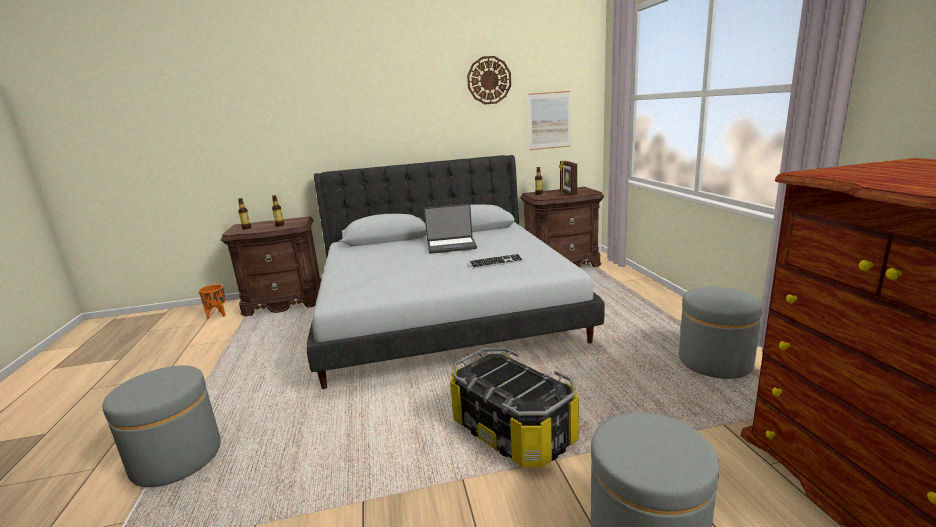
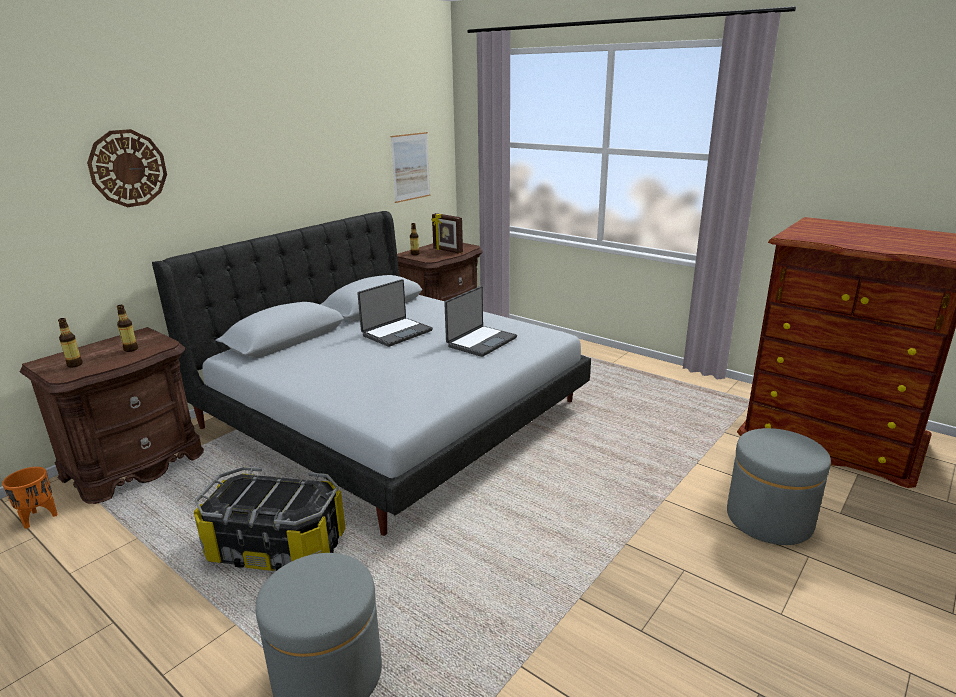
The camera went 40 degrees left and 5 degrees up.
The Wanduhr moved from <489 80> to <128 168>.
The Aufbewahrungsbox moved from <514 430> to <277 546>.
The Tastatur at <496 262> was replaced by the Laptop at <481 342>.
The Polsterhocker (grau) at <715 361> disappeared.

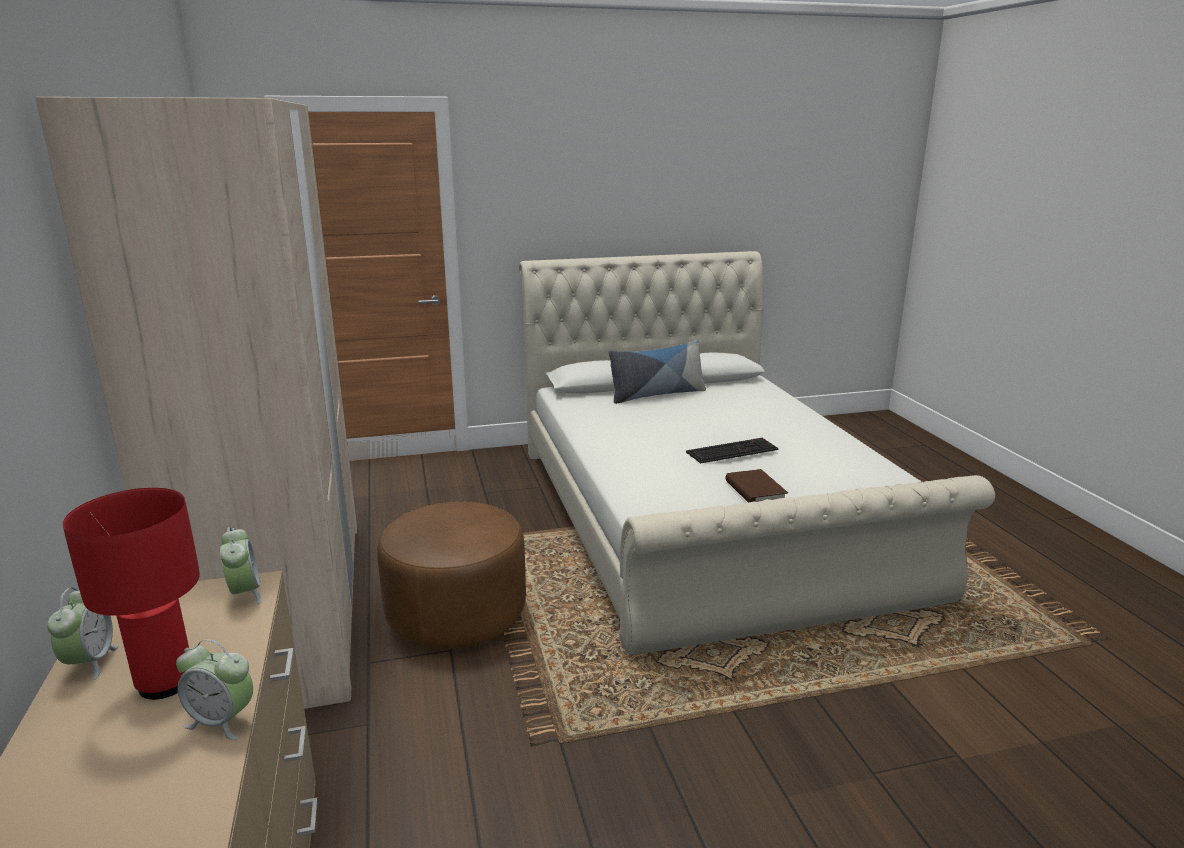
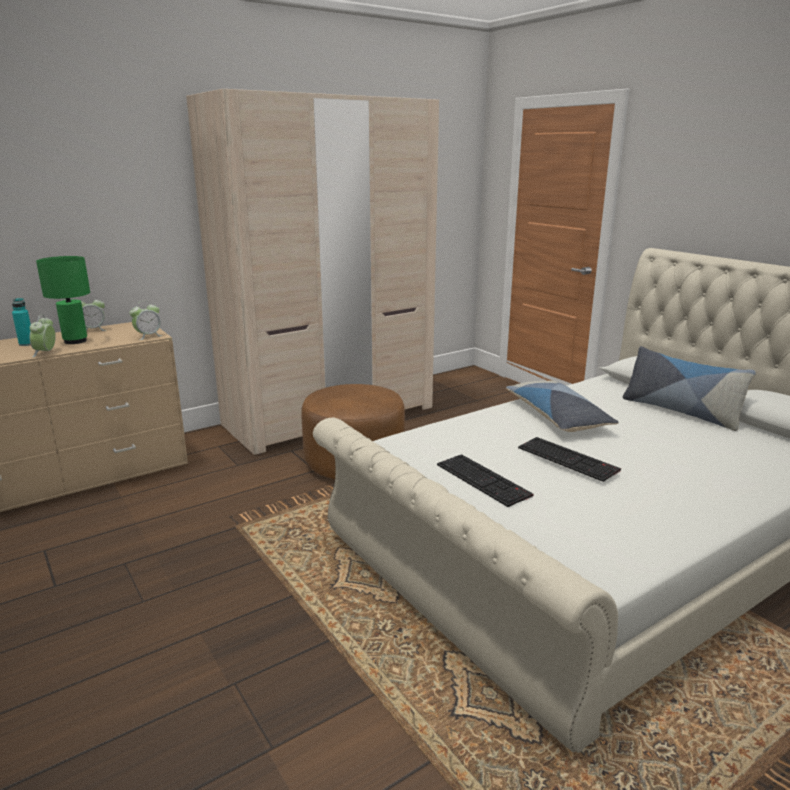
The camera went 70 degrees right and 0 degrees up.
The Flasche (türkis) at <26 344> appeared.
The Tischlampe (rot) at <166 682> became the Tischlampe (grün) at <76 341>.
The Buch (braun) at <755 491> was replaced by the Tastatur at <484 480>.
The Kissen at <557 416> appeared.

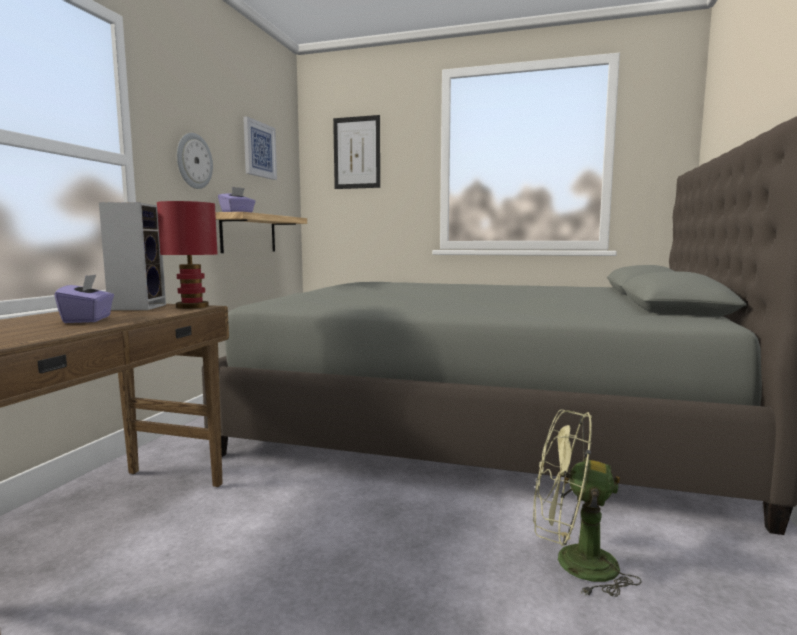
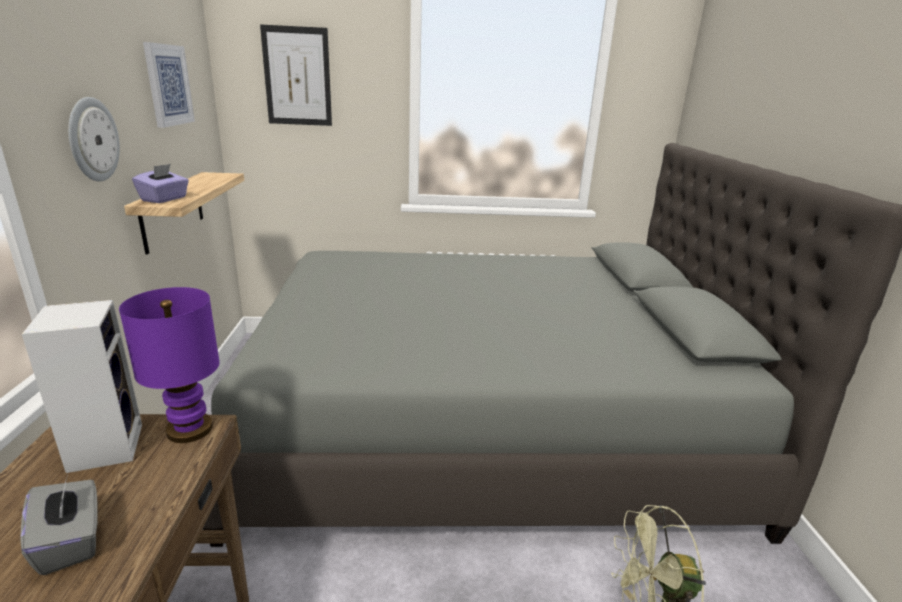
The camera went 20 degrees left and 15 degrees up.
The Taschentuchbox (lila) at <88 319> became the Taschentuchbox (grau) at <71 541>.
The Tischlampe (rot) at <191 306> became the Tischlampe (lila) at <188 430>.

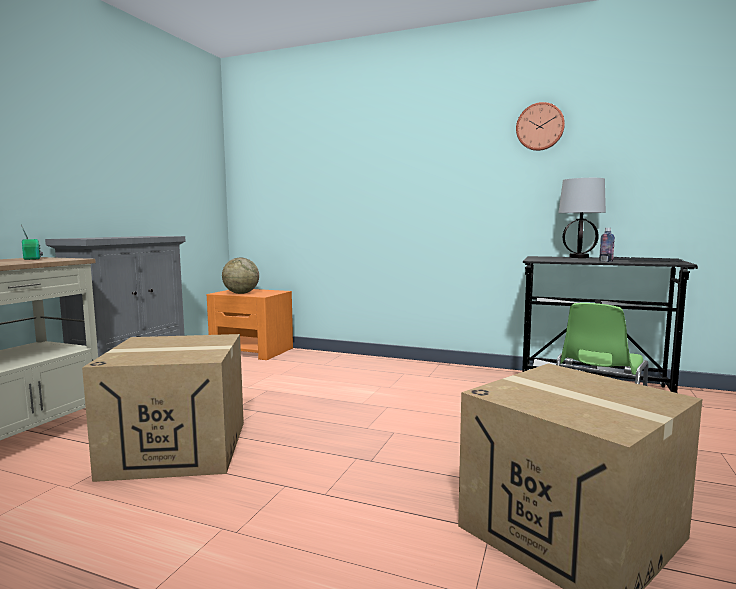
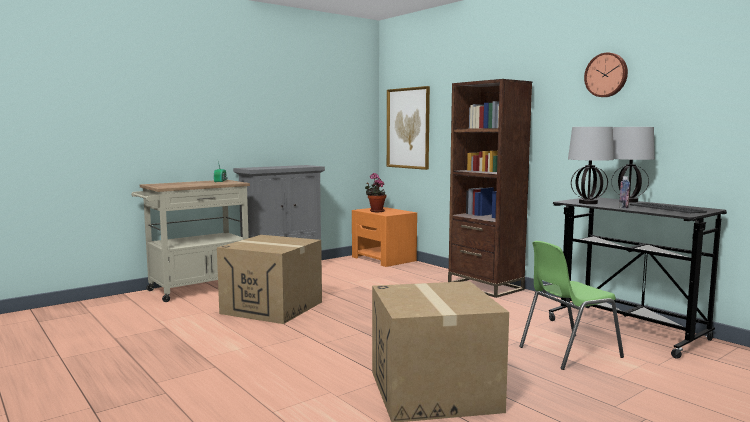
The camera went 30 degrees right and 0 degrees up.
The Globus at <241 293> was replaced by the Topfpflanze at <375 211>.
The Bild at <408 128> appeared.
The Bücherregal (braun) at <485 286> appeared.
The Tischlampe at <588 203> appeared.

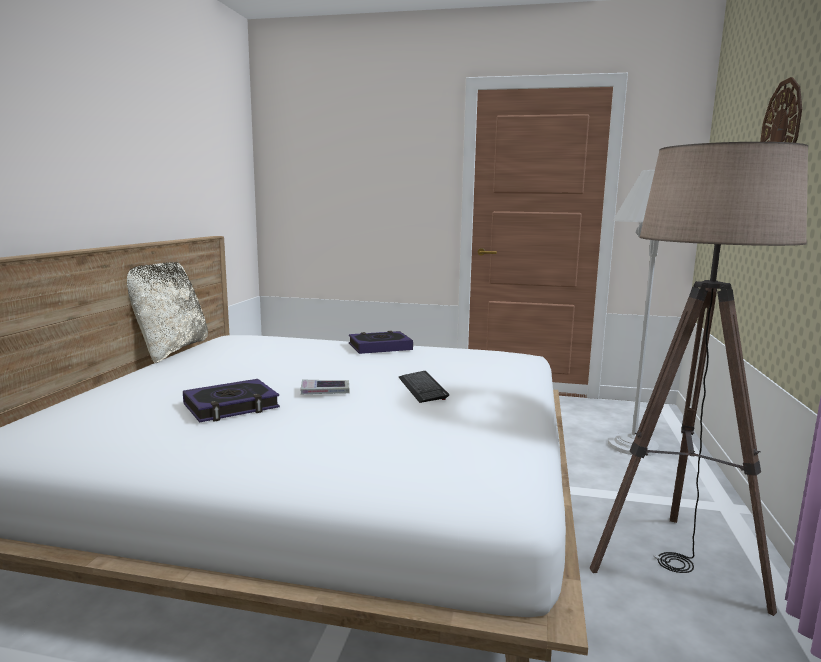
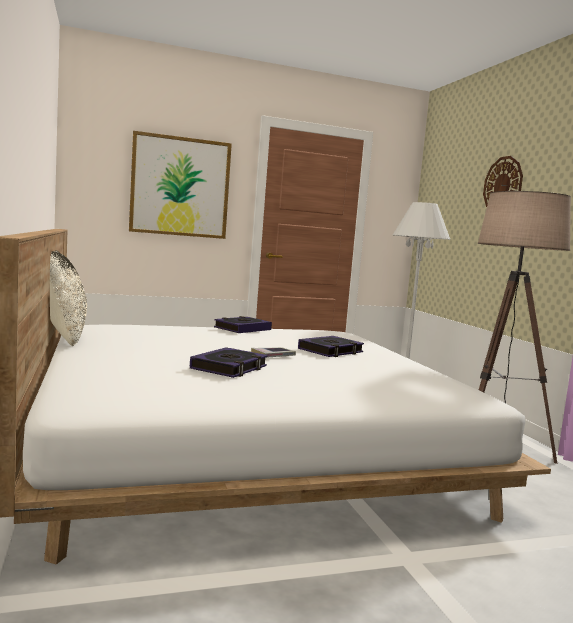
The camera went 30 degrees left and 5 degrees down.
The Bild at <180 187> appeared.
The Tastatur at <422 388> was replaced by the Buch at <330 351>.

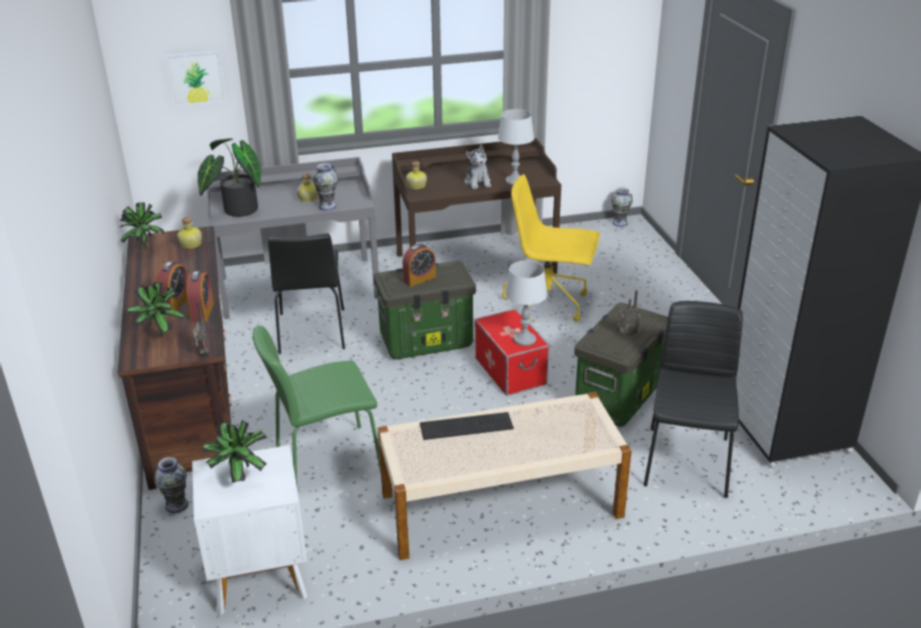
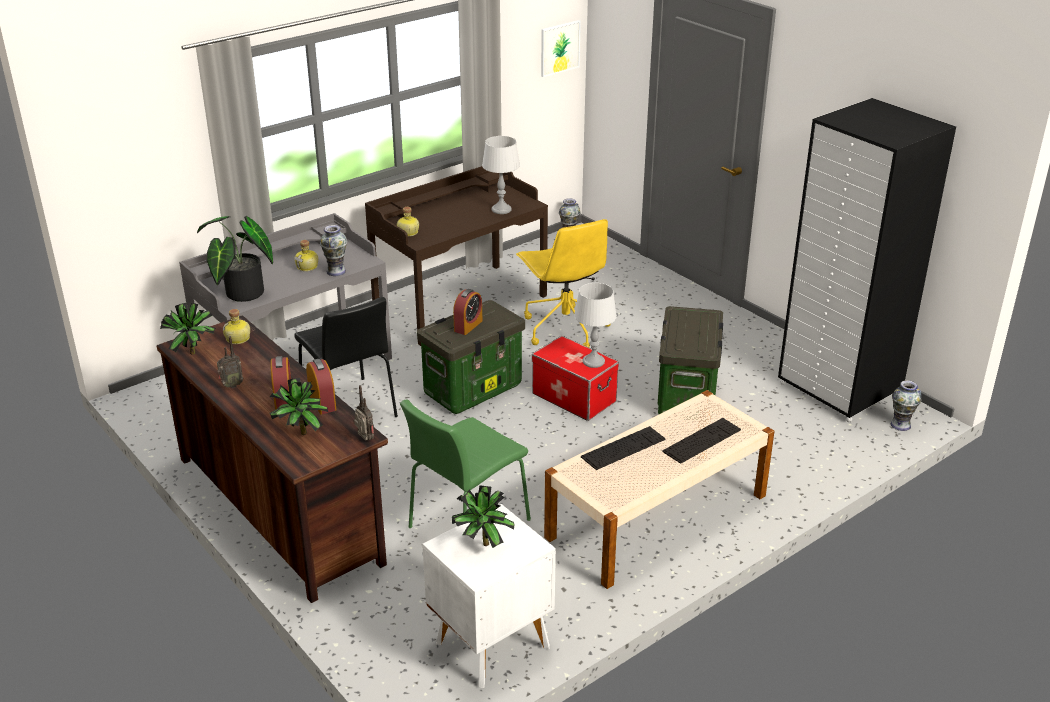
The camera went 25 degrees left and 0 degrees up.
The Radio moved from <626 333> to <231 385>.
The Bürostuhl (gelb) at <550 304> turned 105 degrees counterclockwise.
The Bild moved from <196 78> to <559 48>.
The Tastatur at <702 440> appeared.
The Vase moved from <177 505> to <900 425>.
The Plüschtier at <478 182> disappeared.
The Stuhl (schwarz) at <686 459> disappeared.

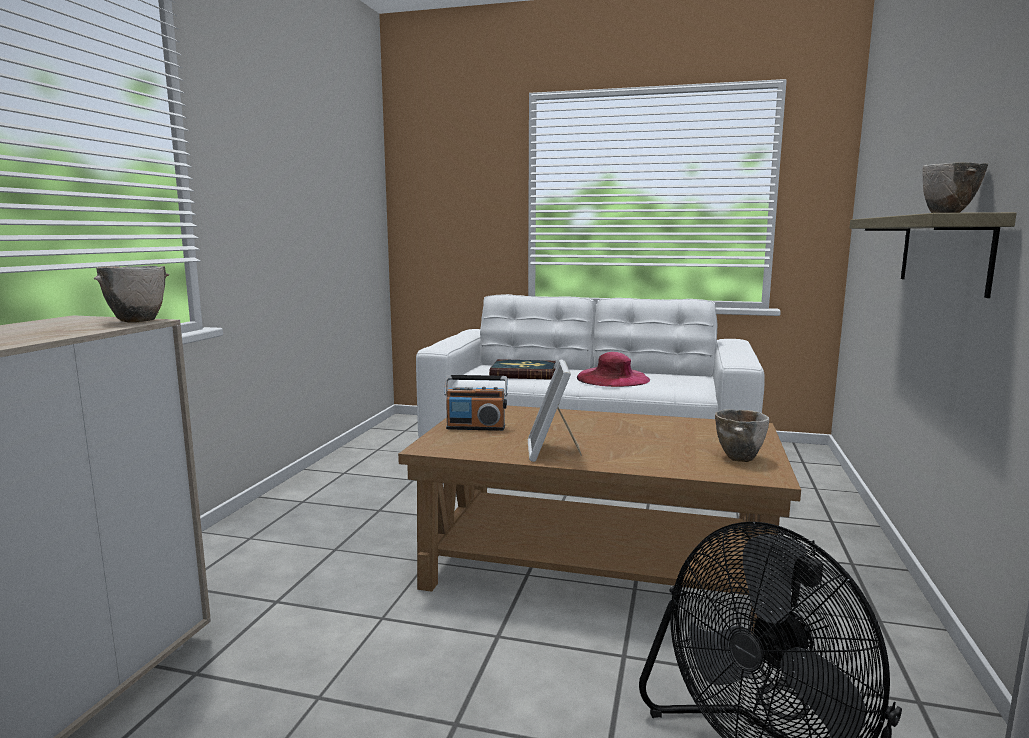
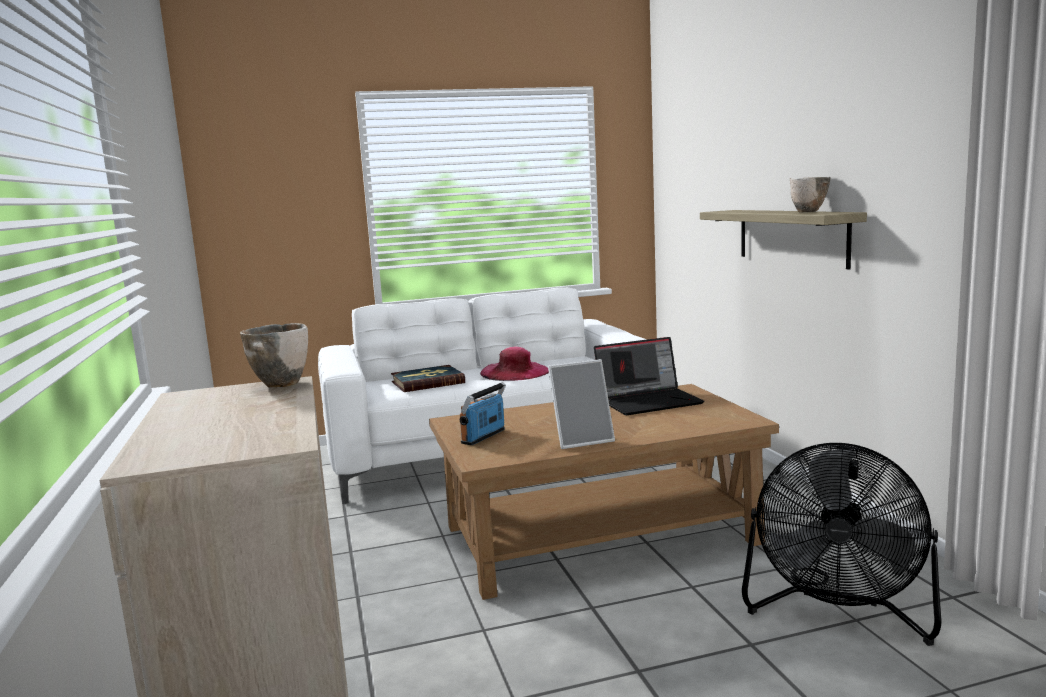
The camera went 30 degrees left and 0 degrees up.
The Radio at <476 427> turned 150 degrees clockwise.
The Bilderrahmen at <552 451> turned 75 degrees counterclockwise.
The Laptop at <649 401> appeared.
The Schüssel at <740 458> disappeared.

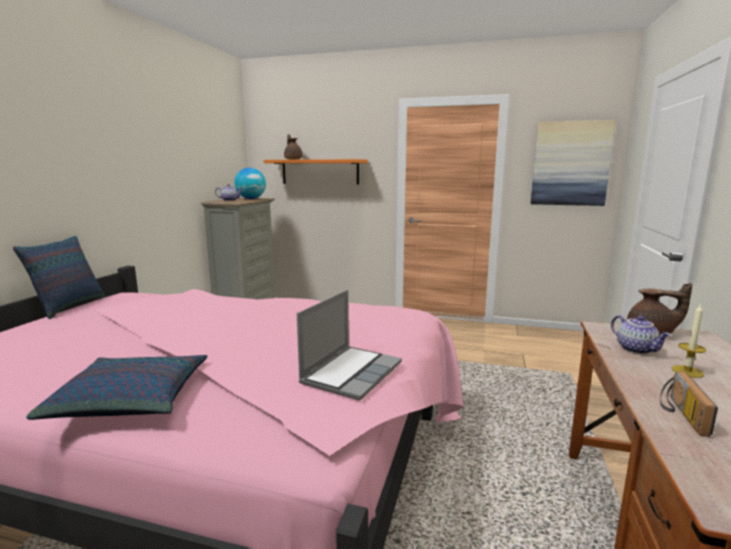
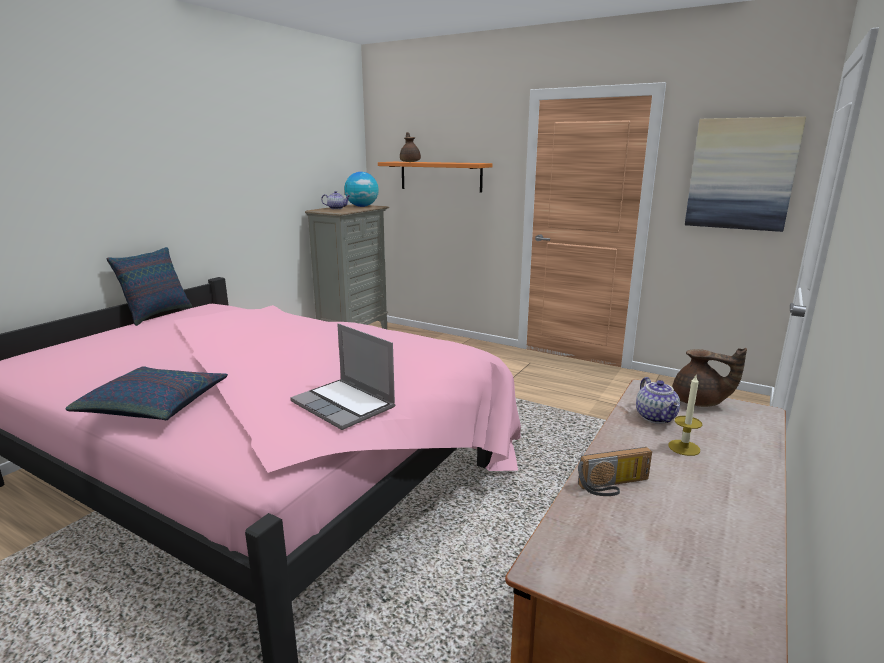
The camera went 15 degrees right and 5 degrees up.
The Laptop at <351 373> turned 90 degrees clockwise.
The Radio at <679 414> turned 135 degrees counterclockwise.

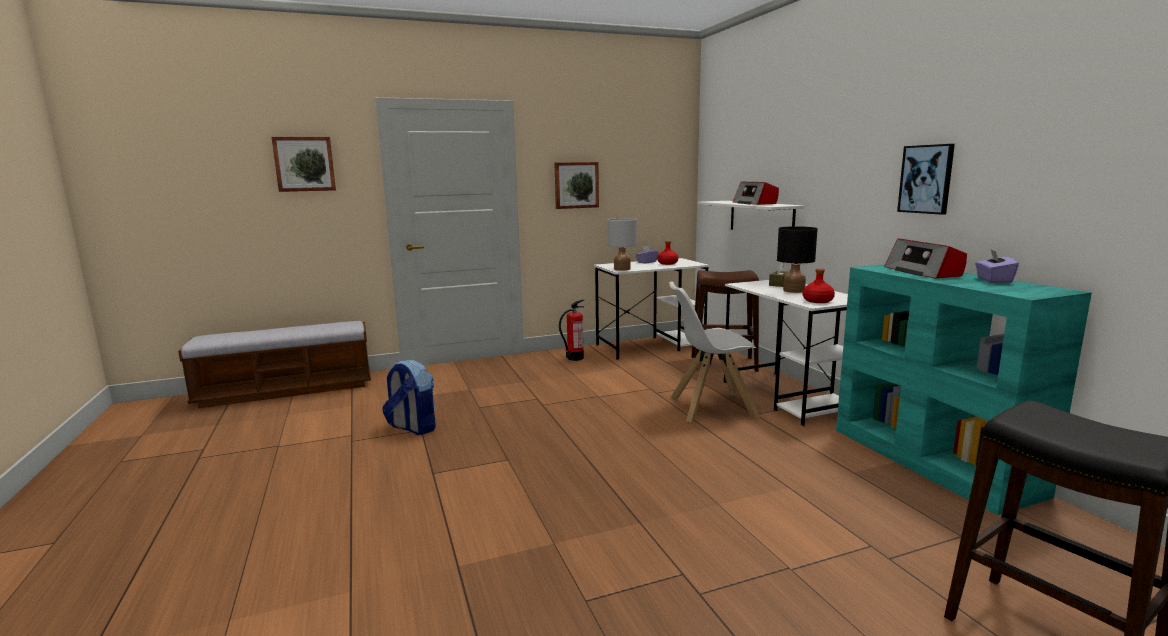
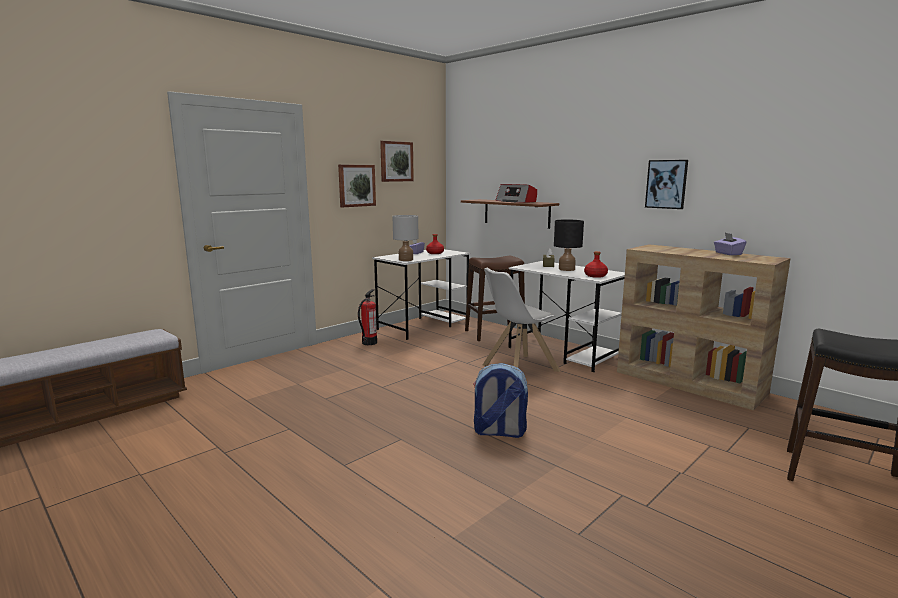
The camera went 25 degrees left and 0 degrees up.
The Bild moved from <304 164> to <396 161>.
The Wandregal (weiß) at <761 218> became the Wandregal (braun) at <516 213>.
The Rucksack moved from <412 427> to <498 432>.
The Bücherregal (türkis) at <933 460> became the Bücherregal (braun) at <689 382>.
The Radio at <923 272> disappeared.

